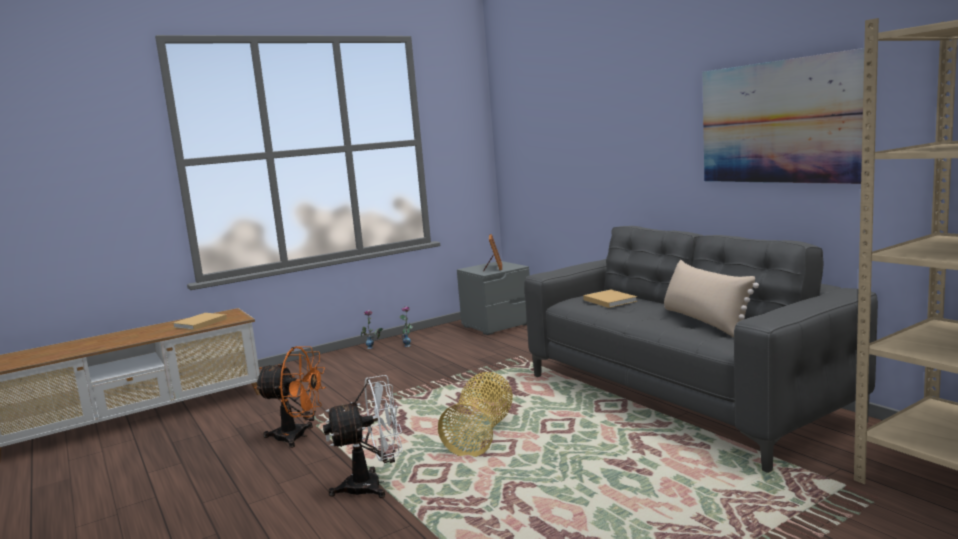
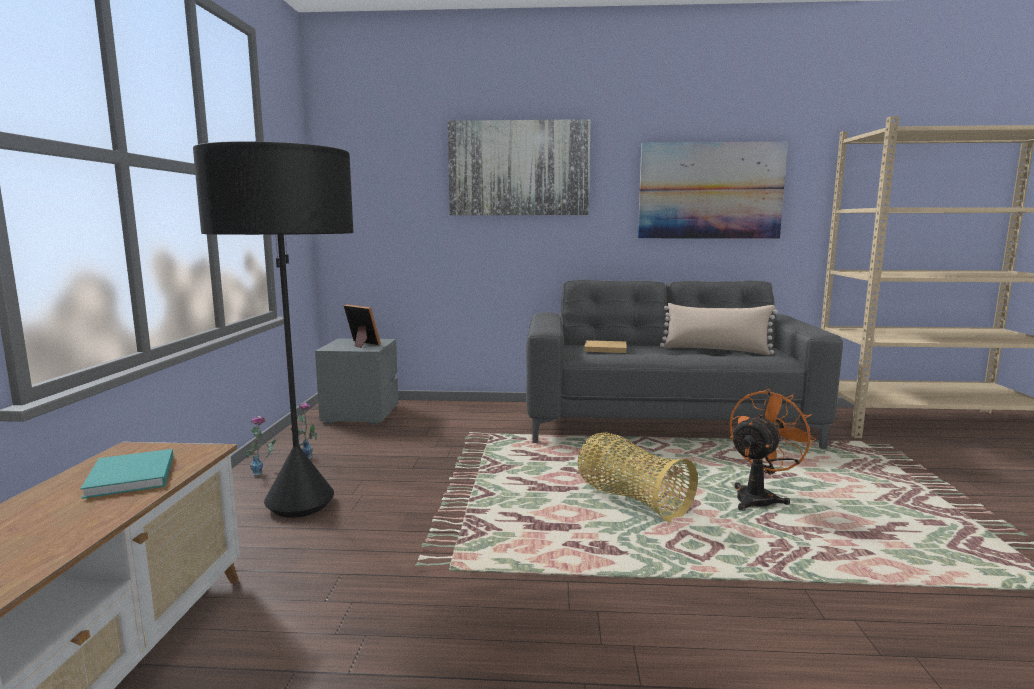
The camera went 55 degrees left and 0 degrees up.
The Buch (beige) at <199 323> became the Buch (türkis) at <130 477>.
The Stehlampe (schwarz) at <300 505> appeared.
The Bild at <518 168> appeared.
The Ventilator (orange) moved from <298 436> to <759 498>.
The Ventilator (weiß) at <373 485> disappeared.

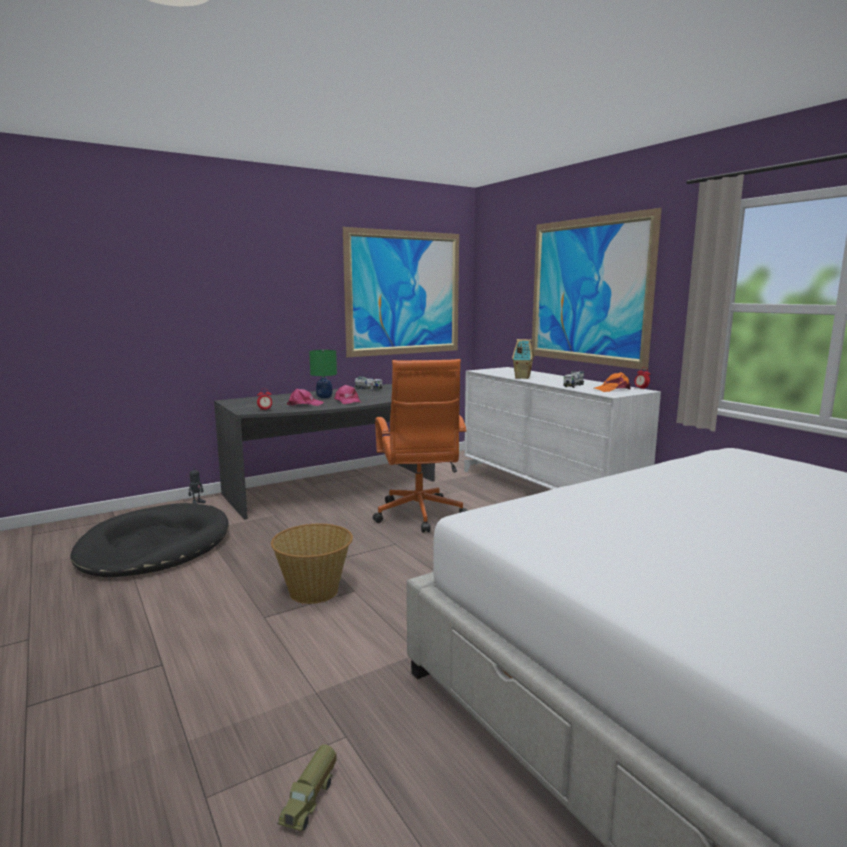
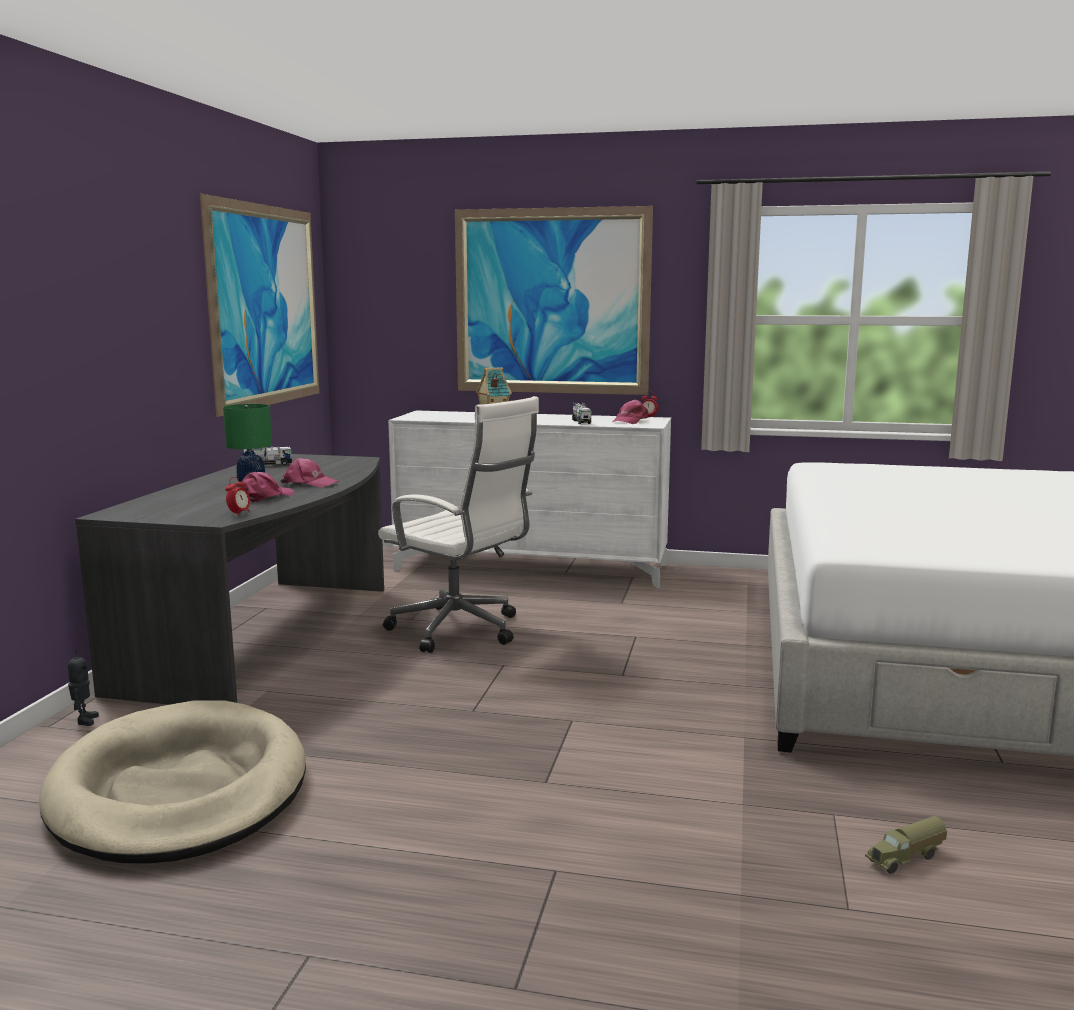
The camera went 45 degrees left and 0 degrees up.
The Hundebett (schwarz) at <154 546> became the Hundebett (beige) at <180 791>.
The Bürostuhl (orange) at <419 516> became the Bürostuhl (weiß) at <461 631>.
The Kappe (orange) at <613 389> became the Kappe (rosa) at <630 421>.
The Spielzeuglaster at <310 800> turned 90 degrees clockwise.
The Korb at <314 591> disappeared.

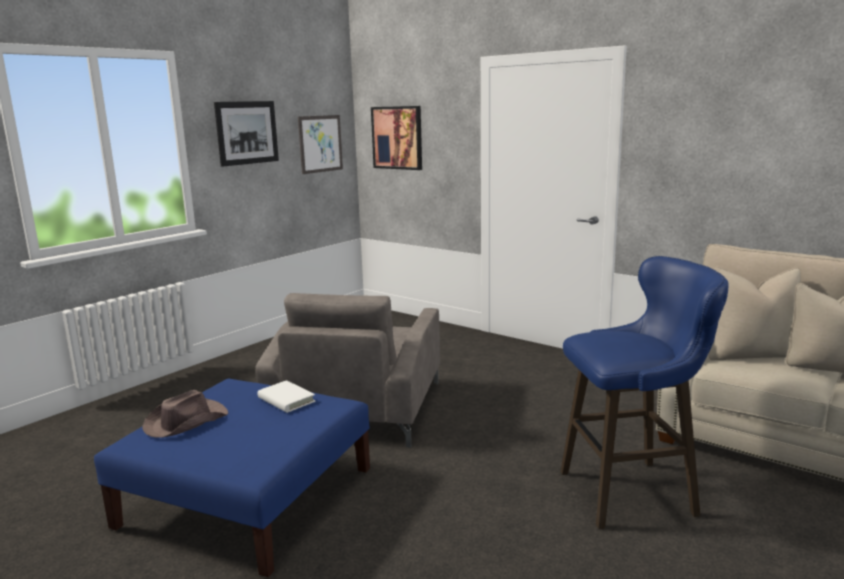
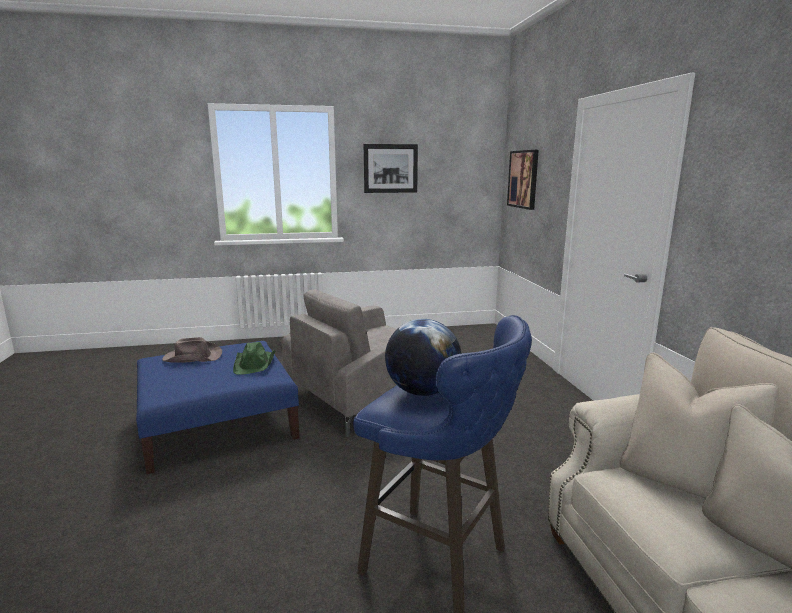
The camera went 40 degrees right and 0 degrees up.
The Buch (weiß) at <286 400> was replaced by the Hut (grün) at <255 363>.
The Globus at <422 392> appeared.
The Bild at <320 144> disappeared.

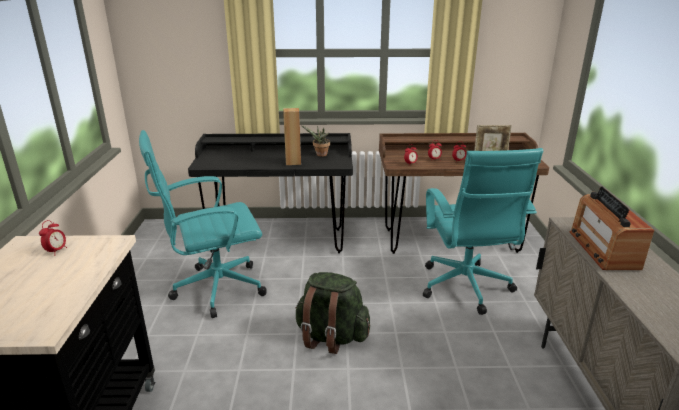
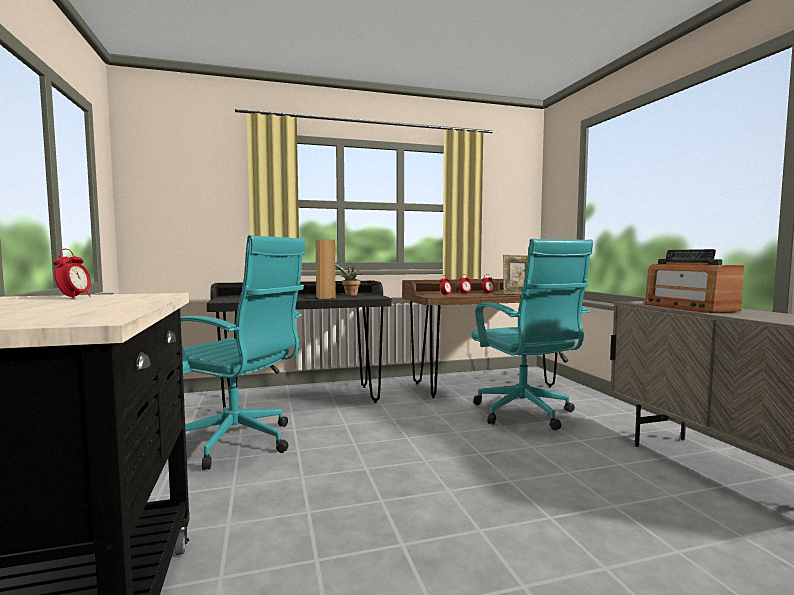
The camera went 15 degrees left and 20 degrees down.
The Bürostuhl (türkis) at <214 289> turned 120 degrees counterclockwise.
The Rucksack (grün) at <331 337> disappeared.

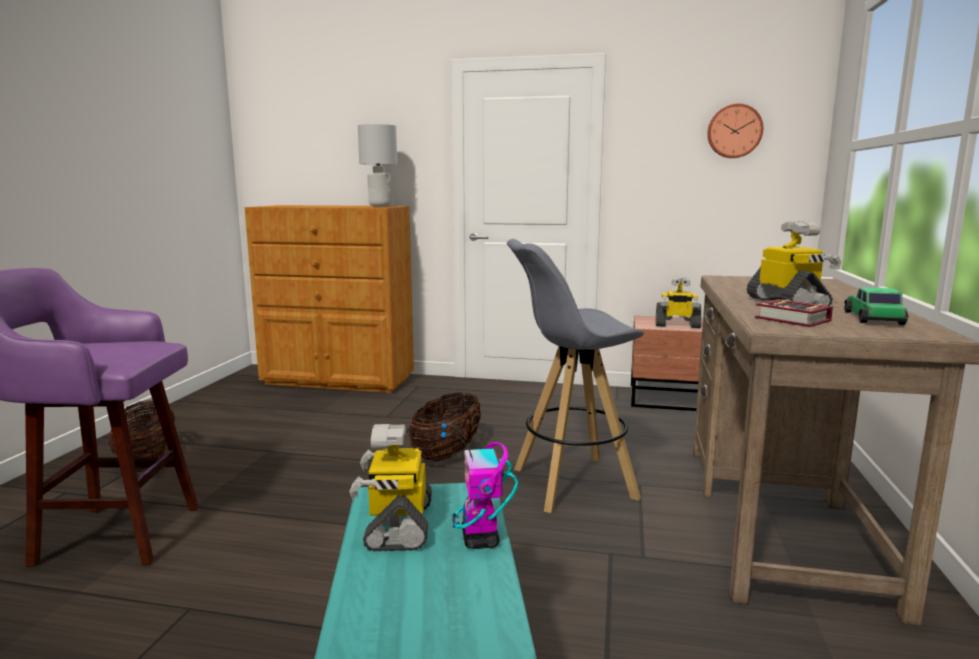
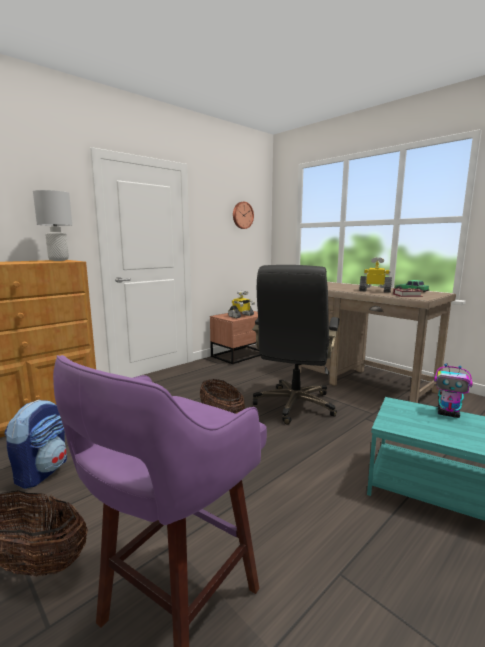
The camera went 55 degrees left and 0 degrees up.
The Rucksack at <42 471> appeared.
The Hocker (grau) at <570 483> was replaced by the Bürostuhl (schwarz) at <295 404>.
The Spielzeugroboter at <397 525> disappeared.

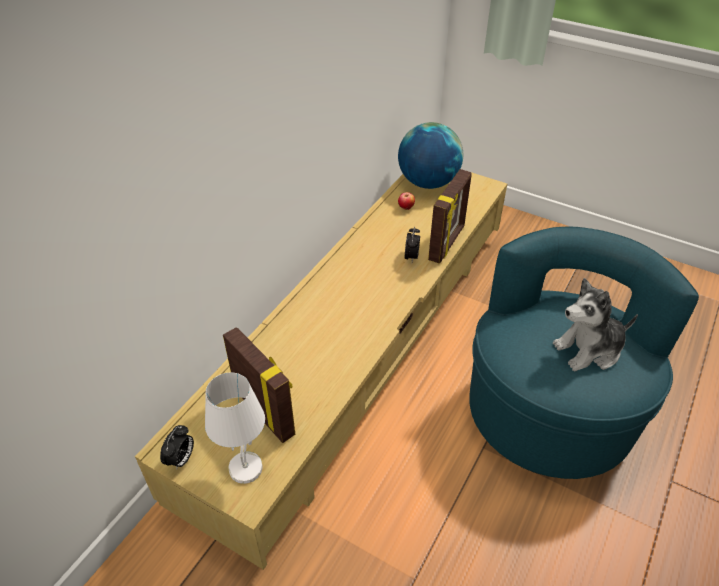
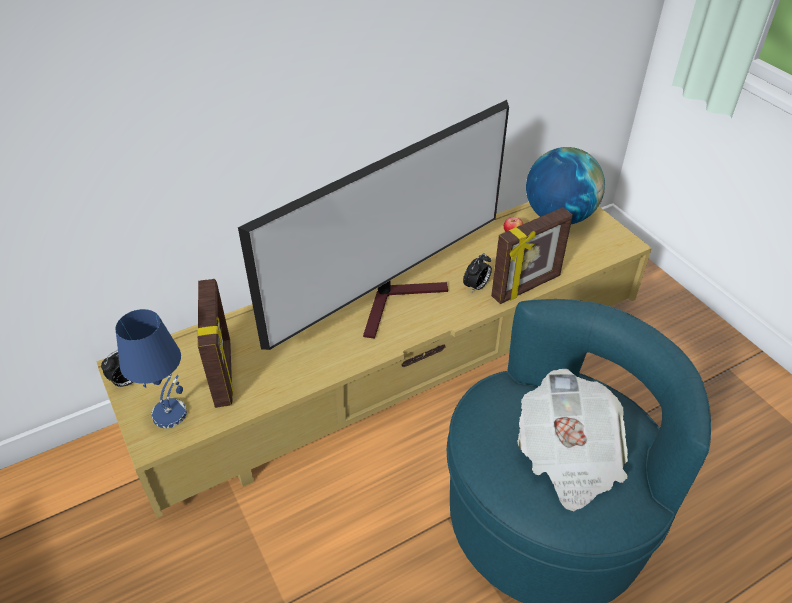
The camera went 30 degrees right and 0 degrees up.
The Tischlampe (weiß) at <245 467> became the Tischlampe (blau) at <170 413>.
The Fernseher at <397 299> appeared.
The Plüschtier at <589 350> was replaced by the Zeitung at <568 457>.

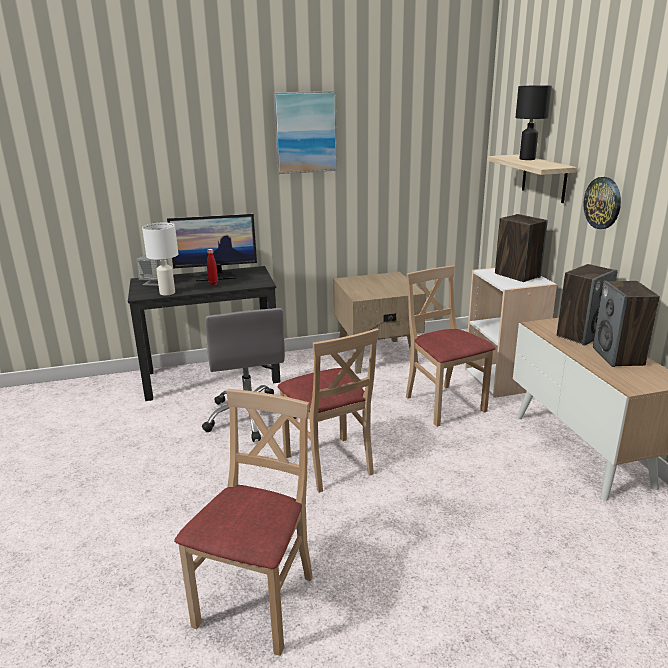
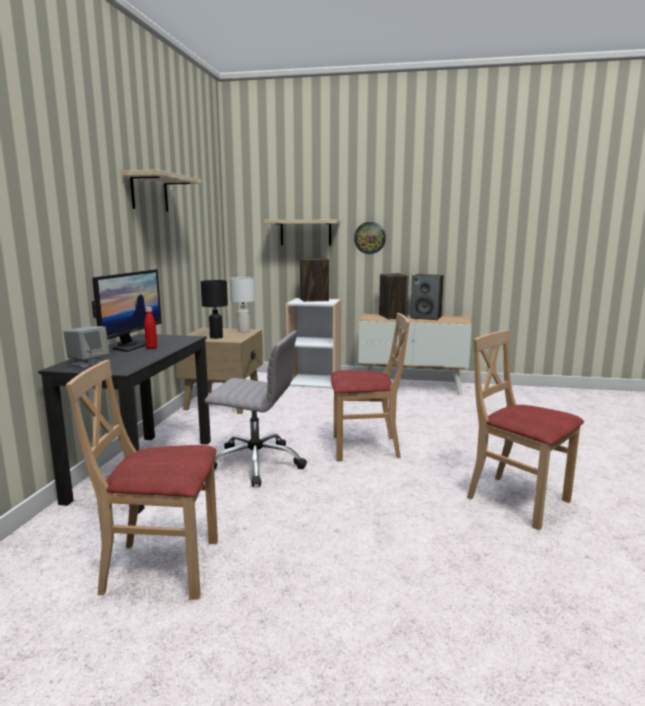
The camera went 65 degrees left and 10 degrees down.
The Stuhl (beige) moved from <444 404> to <162 567>.
The Bild at <305 132> was replaced by the Wandregal at <149 193>.
The Tischlampe (schwarz) moved from <527 159> to <216 337>.
The Tischlampe (weiß) moved from <167 292> to <243 331>.

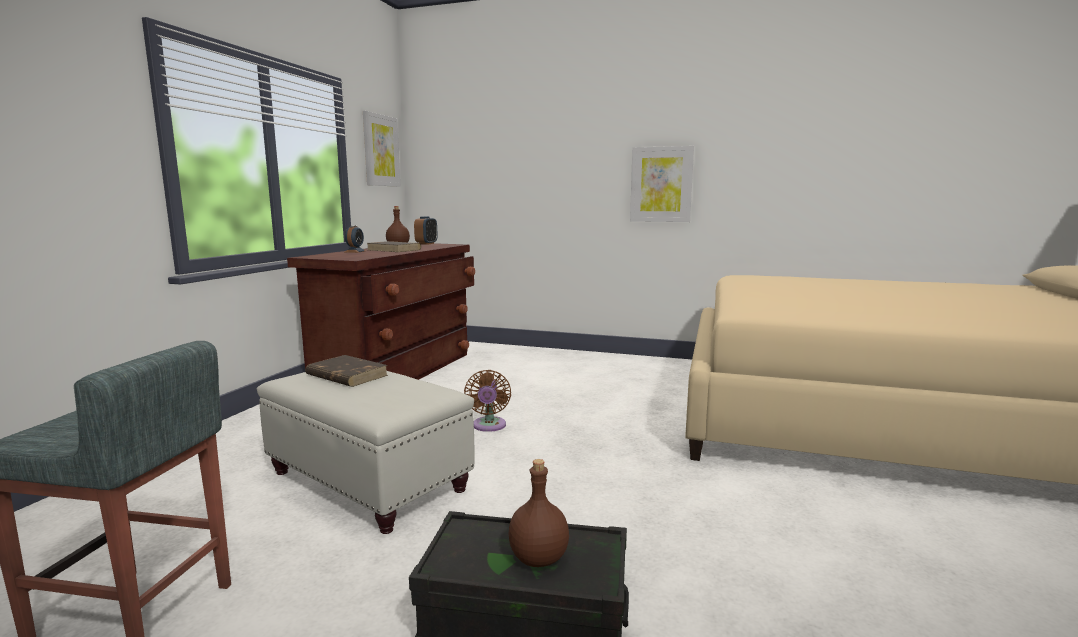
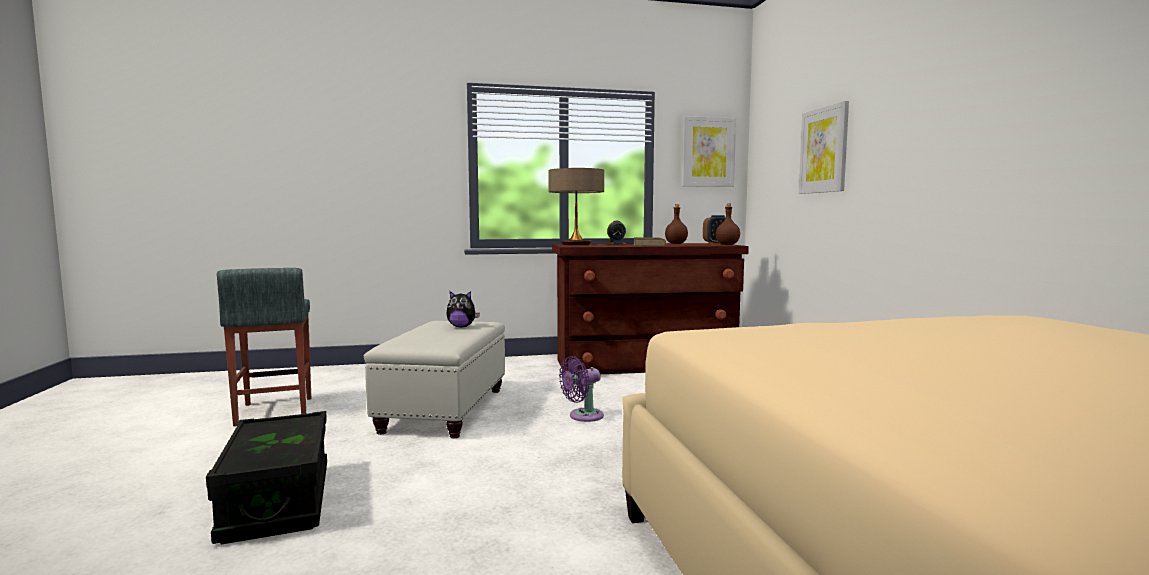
The camera went 60 degrees right and 5 degrees down.
The Buch (braun) at <346 375> was replaced by the Plüschtier at <461 327>.
The Tischlampe at <576 244> appeared.
The Ventilator (braun) at <489 426> became the Ventilator (lila) at <583 416>.
The Flasche (braun) moved from <538 558> to <727 244>.
The Bild moved from <661 184> to <823 150>.

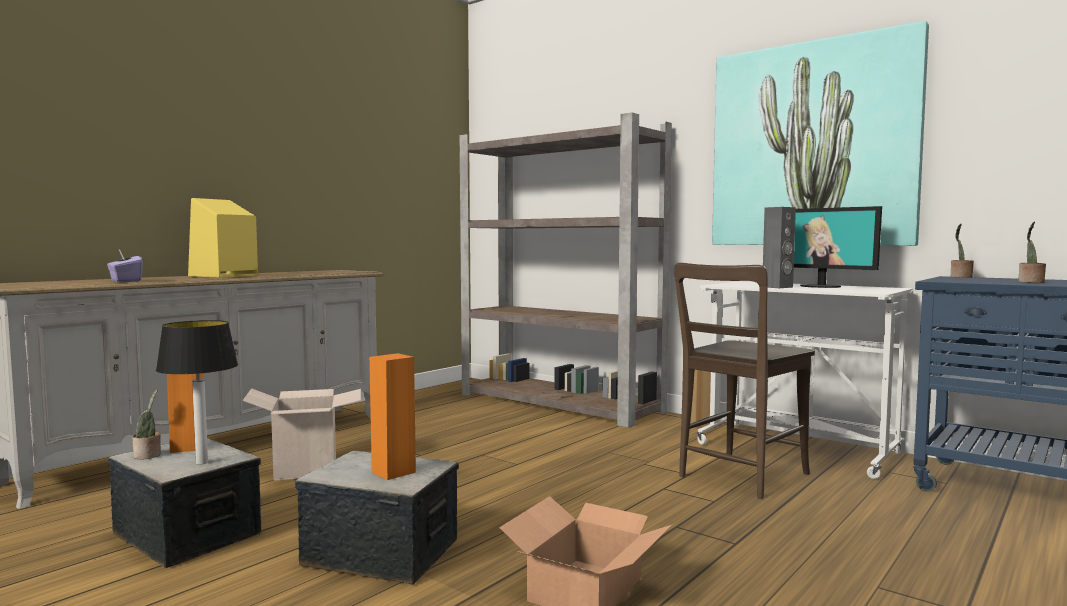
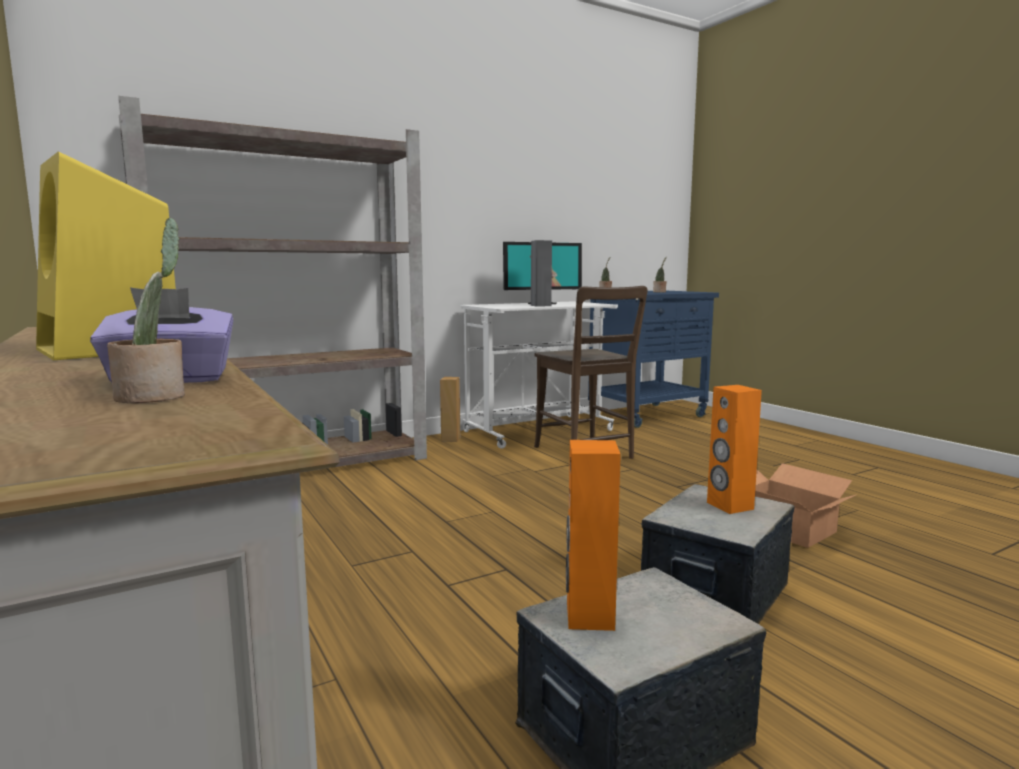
The camera went 70 degrees left and 5 degrees up.
The Topfpflanze moved from <148 456> to <155 396>.
The Tischlampe at <201 463> disappeared.
The Karton at <306 469> disappeared.
The Bild at <812 145> disappeared.

